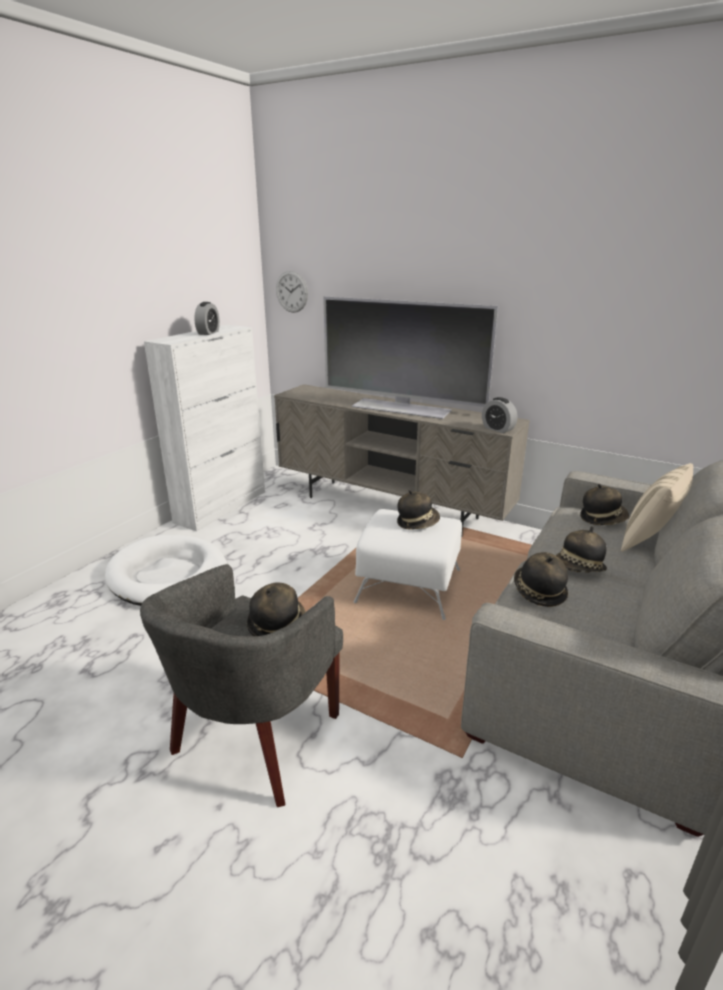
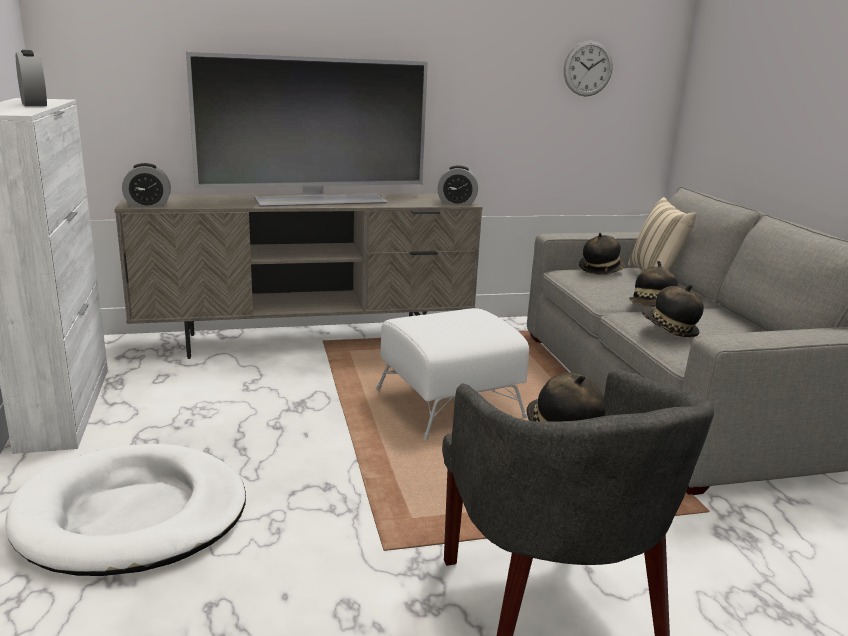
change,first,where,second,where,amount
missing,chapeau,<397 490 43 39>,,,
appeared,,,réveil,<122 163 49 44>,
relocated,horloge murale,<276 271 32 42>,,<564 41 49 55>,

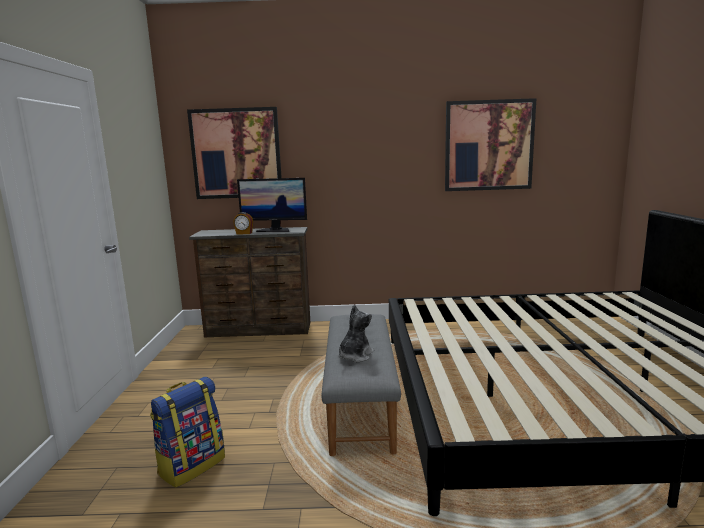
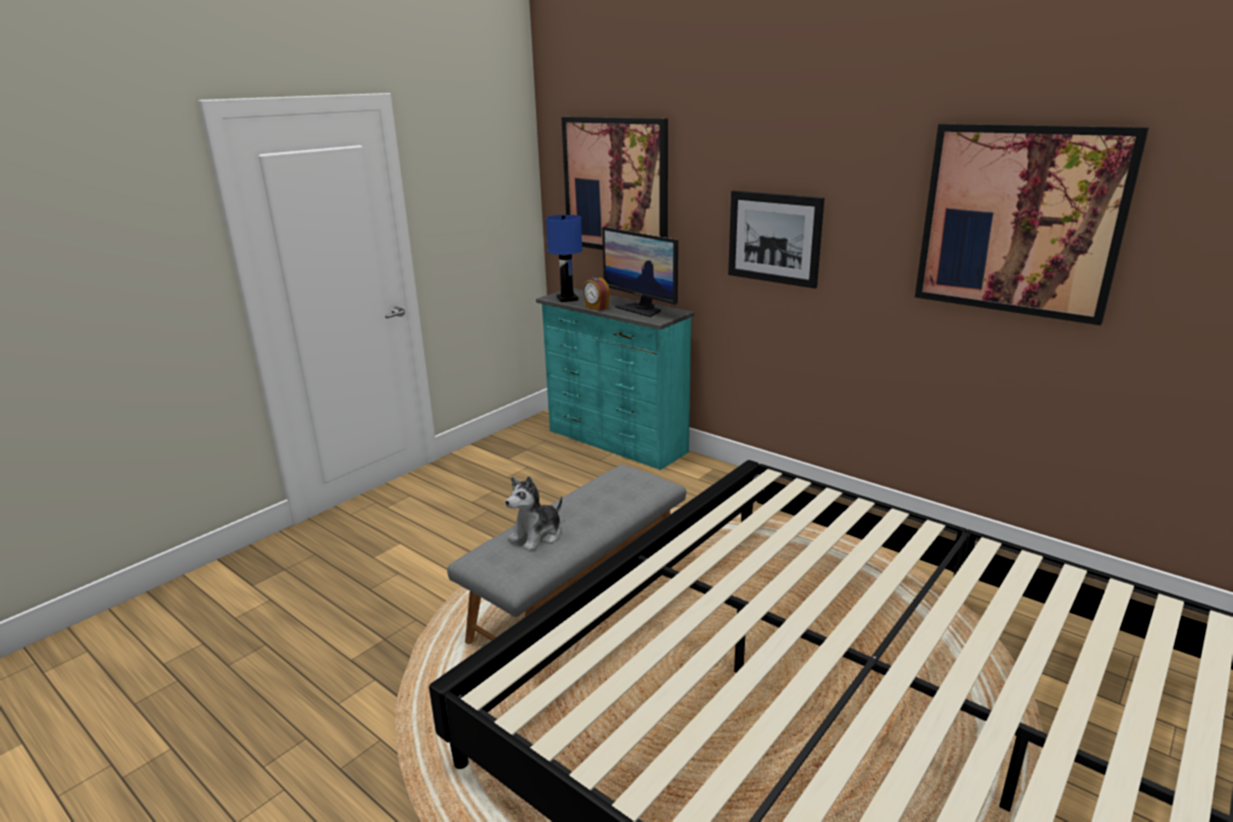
change,first,where,second,where,amount
missing,sac à dos,<150 377 75 111>,,,
appeared,,,lampe de table [bleu],<546 215 36 87>,
appeared,,,tableau,<728 190 96 98>,
colour,commode [marron],<189 227 121 111>,commode [turquoise],<536 288 158 182>,
spun,peluche,<339 305 35 57>,,<505 476 57 75>,150 degrees clockwise

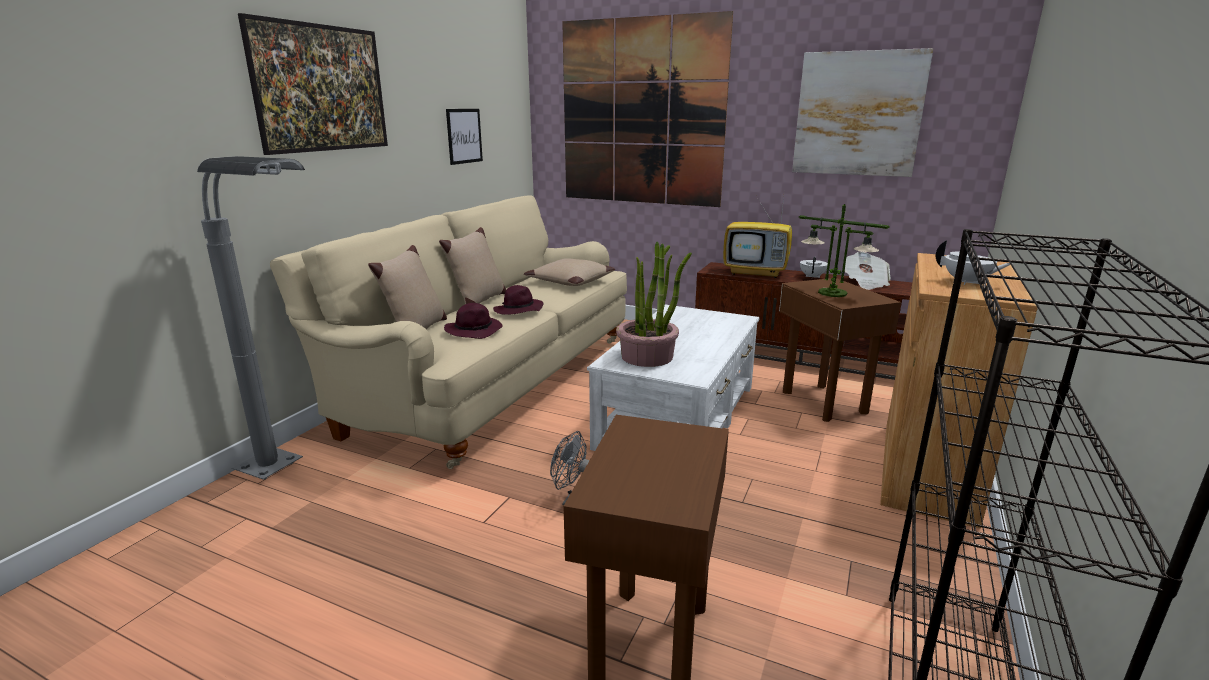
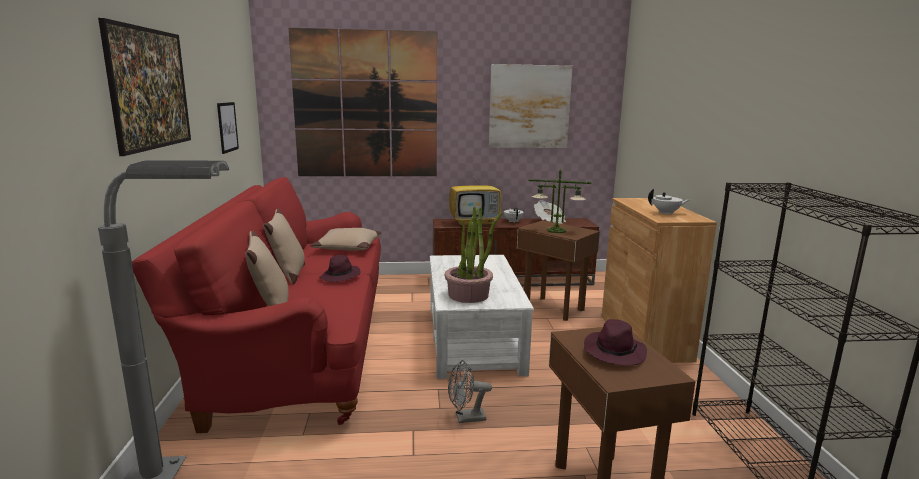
change,first,where,second,where,amount
relocated,chapeau [violet],<444 303 59 36>,,<584 319 63 47>,
colour,canapé [beige],<270 195 357 274>,canapé [rouge],<132 177 249 256>,

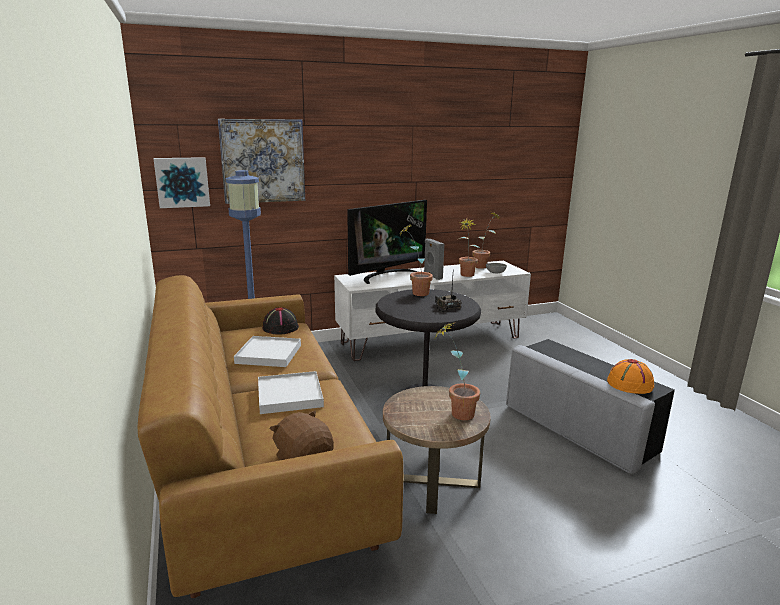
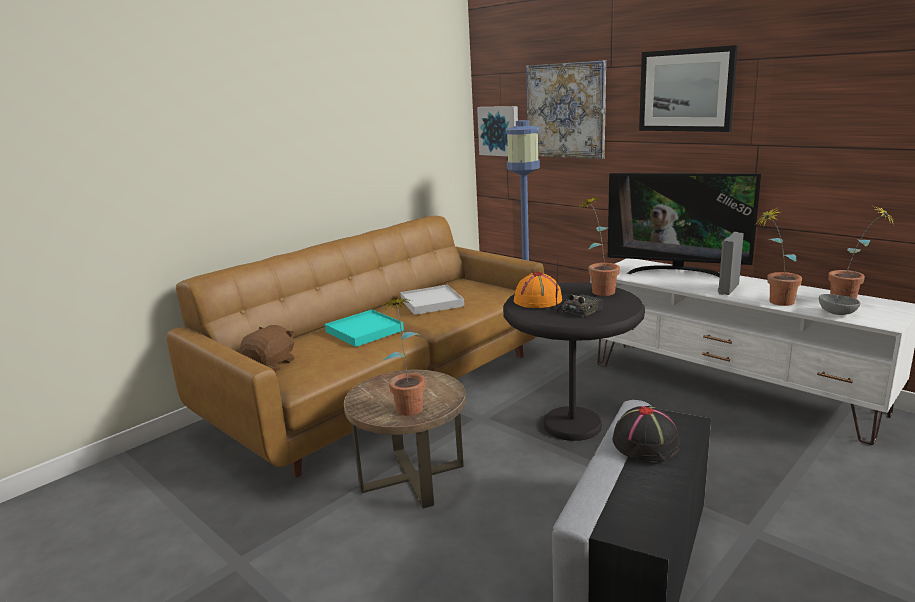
change,first,where,second,where,amount
appeared,,,tableau,<639 45 99 87>,
relocated,chapeau [noir],<263 307 36 28>,,<612 405 69 56>,
relocated,chapeau [orange],<607 359 47 35>,,<514 272 48 36>,
colour,plateau [blanc],<258 371 66 43>,plateau [turquoise],<325 309 79 38>,

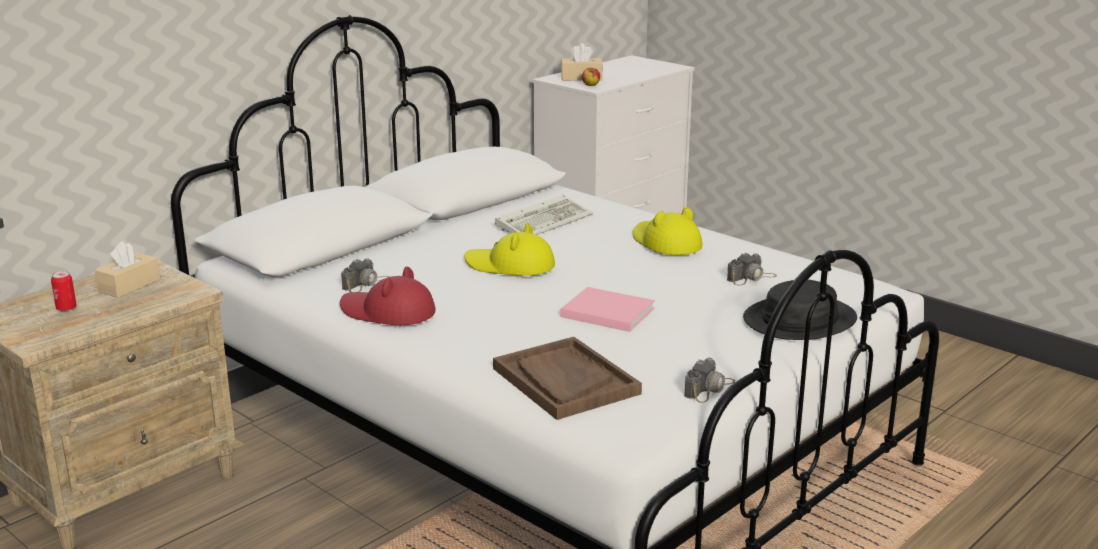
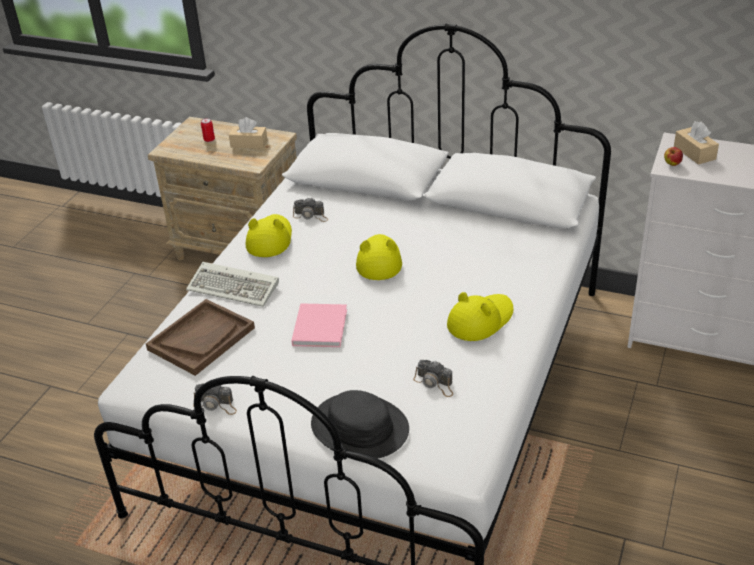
change,first,where,second,where,amount
relocated,clavier,<495 195 98 40>,,<186 262 93 45>,
colour,chapeau [rouge],<340 267 96 58>,chapeau [jaune],<246 214 46 43>,

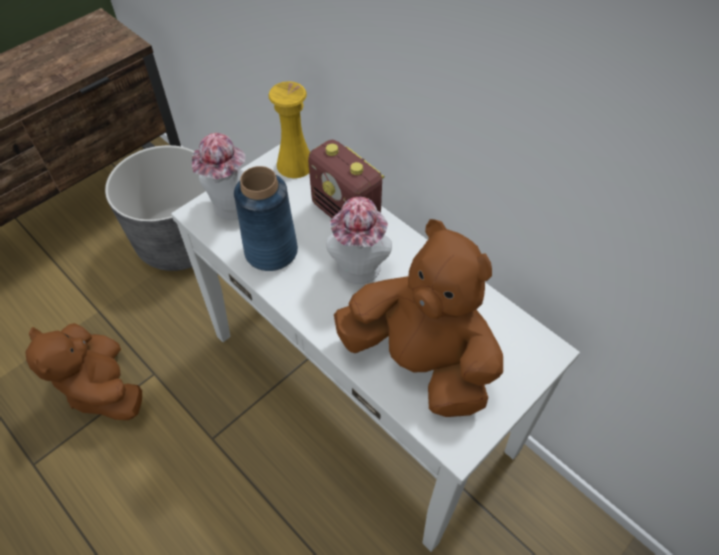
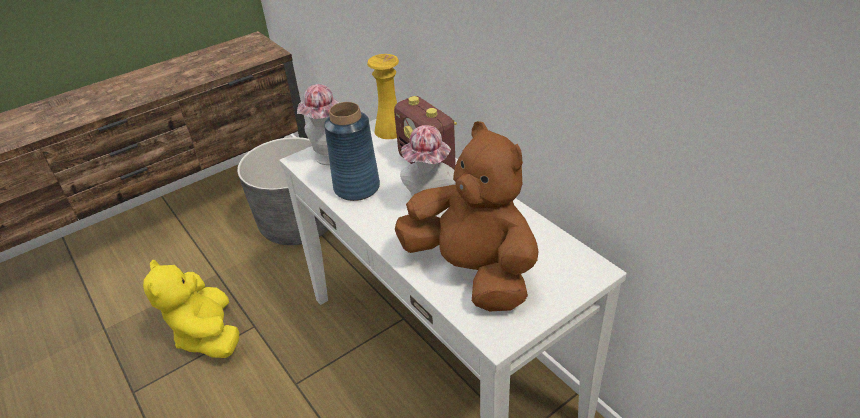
change,first,where,second,where,amount
colour,peluche [marron],<25 323 117 97>,peluche [jaune],<143 260 96 98>,

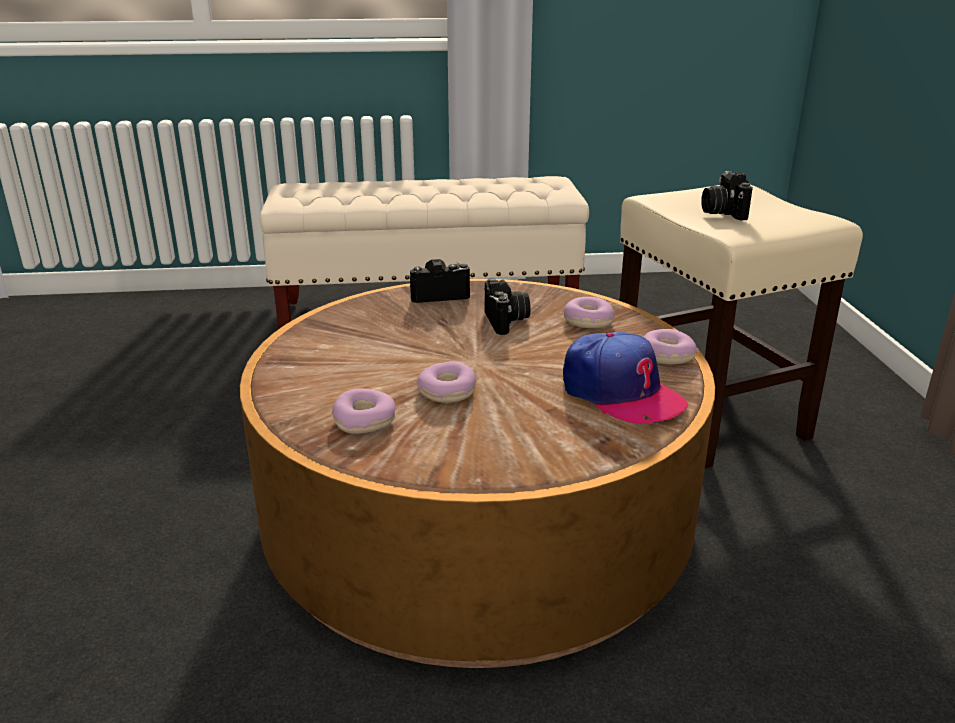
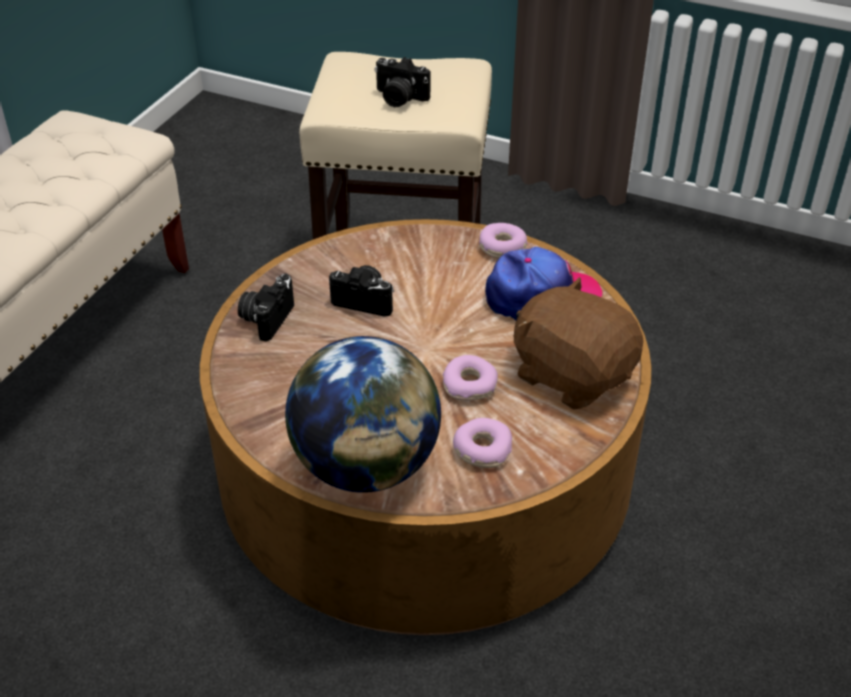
change,first,where,second,where,amount
missing,beignet,<564 297 50 31>,,,
appeared,,,globe,<285 336 156 157>,
appeared,,,peluche [marron],<514 277 129 133>,

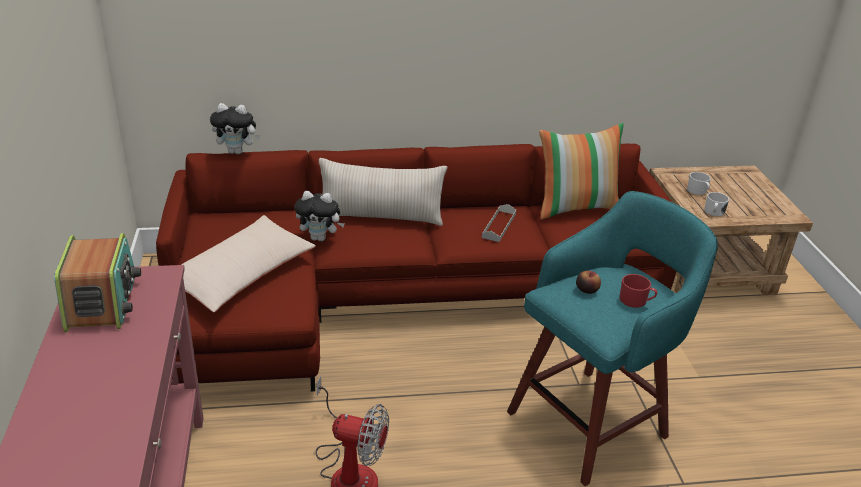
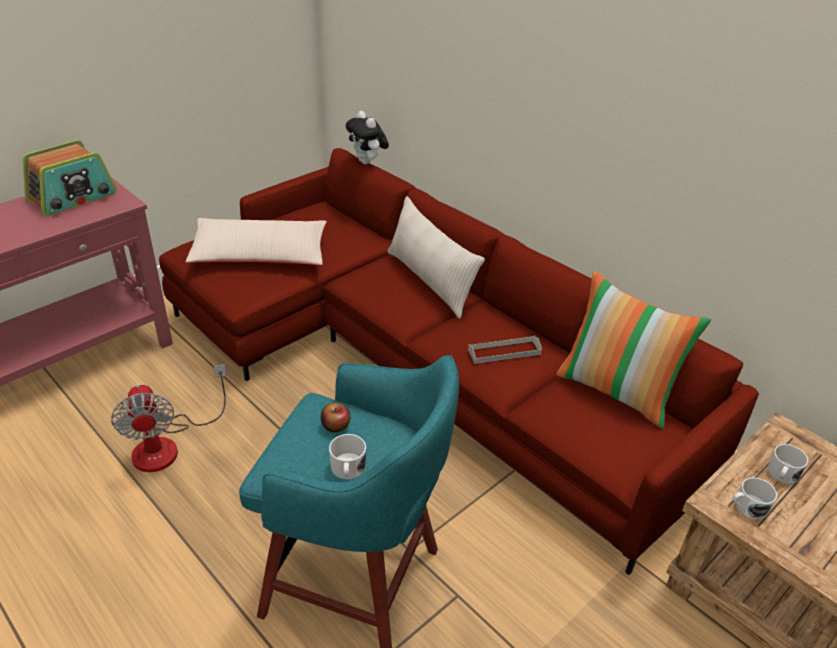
change,first,where,second,where,amount
missing,peluche,<294 191 51 50>,,,
colour,mug [rouge],<619 274 38 34>,mug [blanc],<329 434 37 46>,

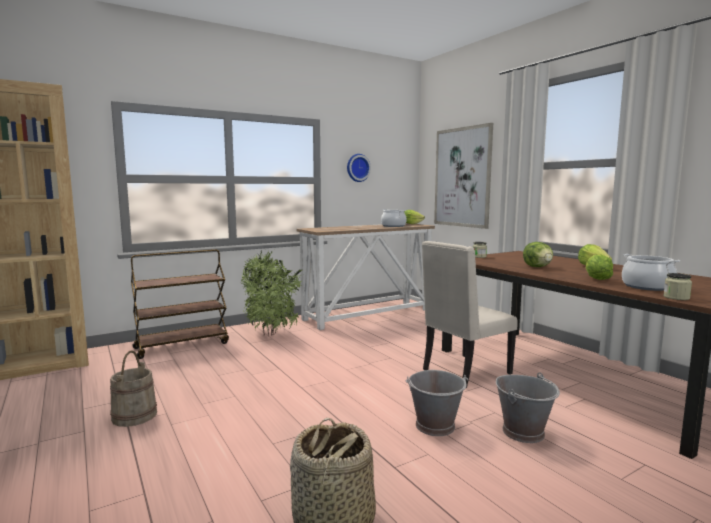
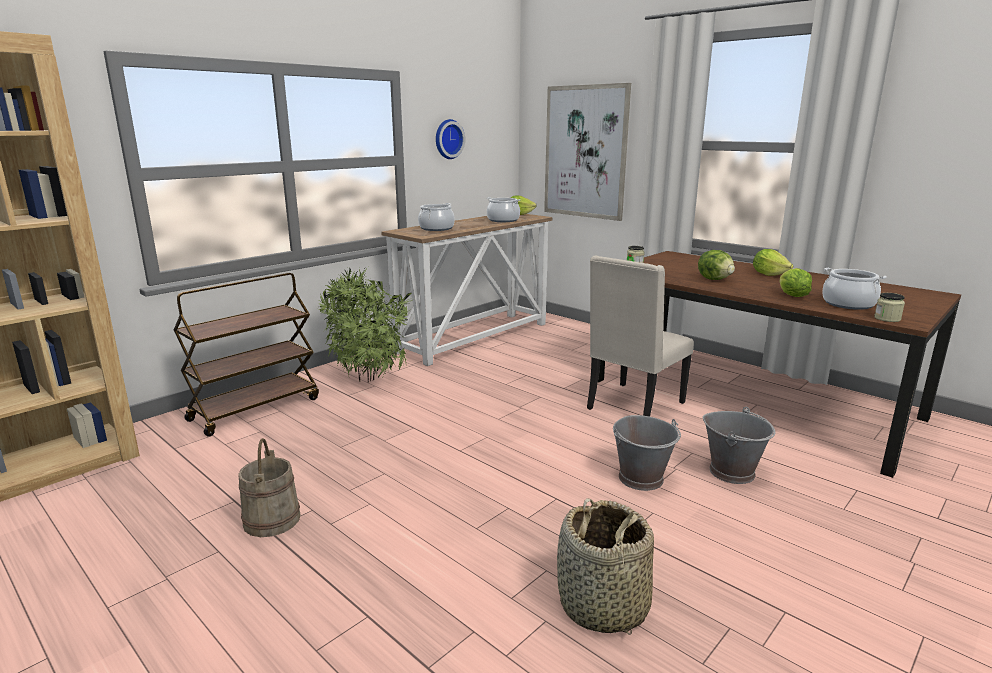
change,first,where,second,where,amount
appeared,,,marmite,<418 203 37 28>,

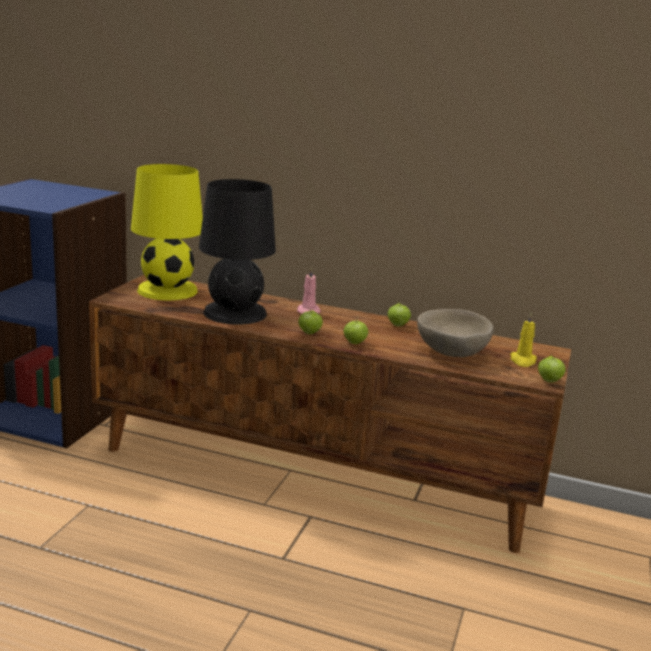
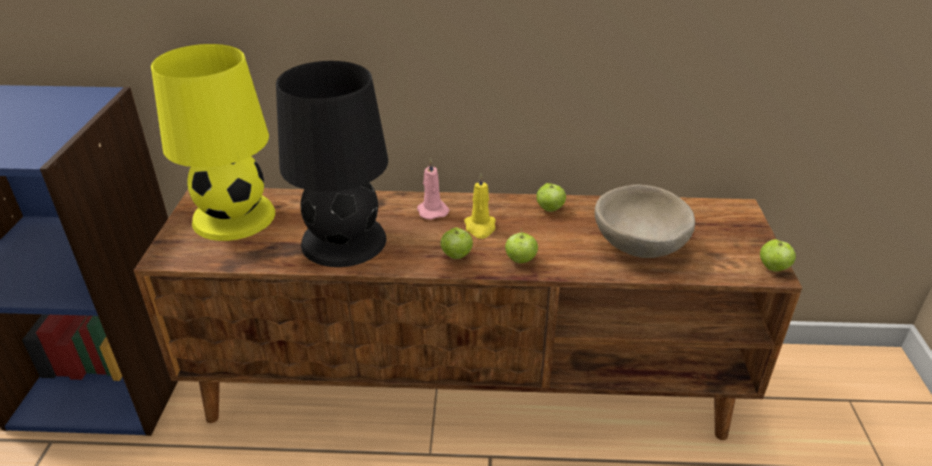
change,first,where,second,where,amount
relocated,bougie [jaune],<510 312 27 55>,,<464 173 32 66>,

